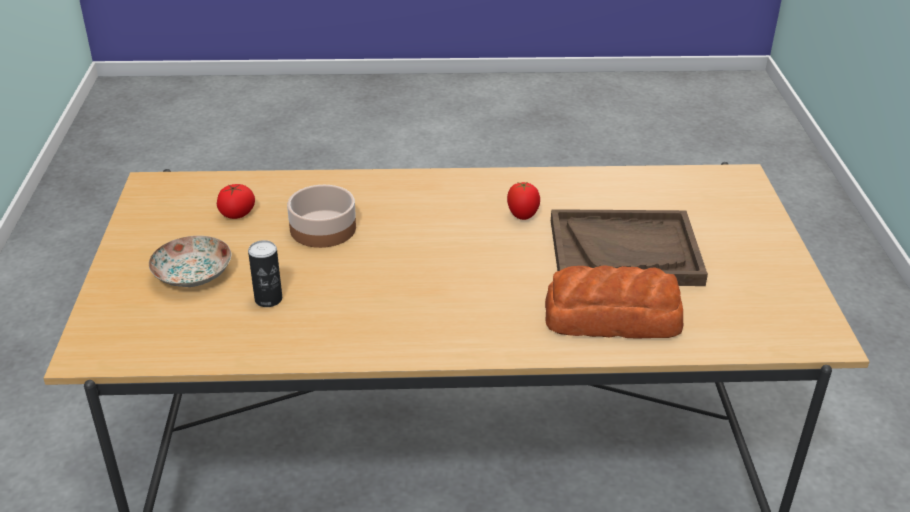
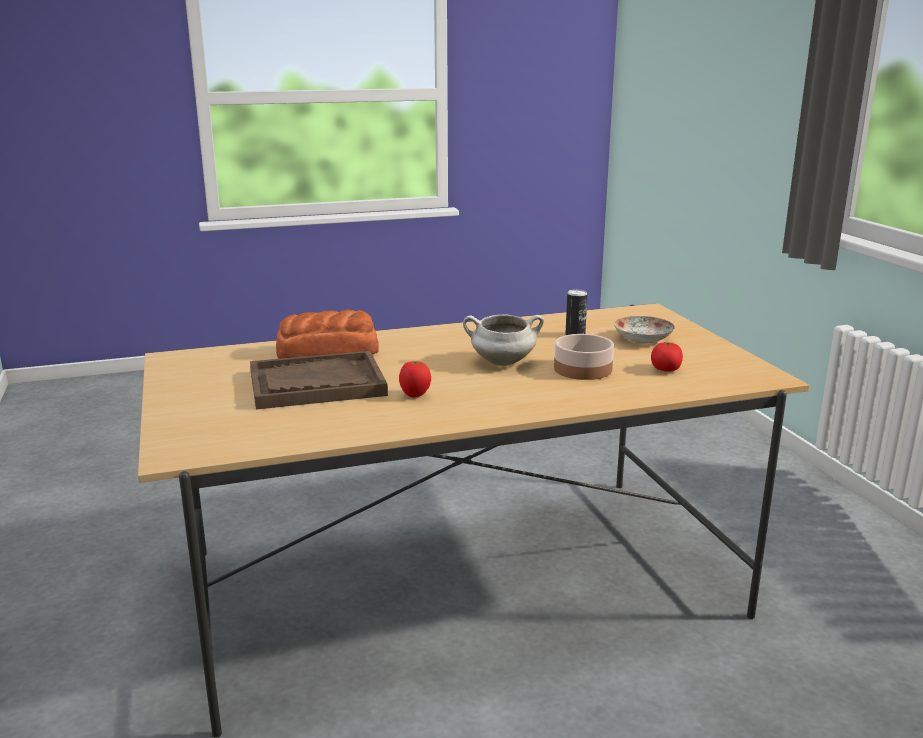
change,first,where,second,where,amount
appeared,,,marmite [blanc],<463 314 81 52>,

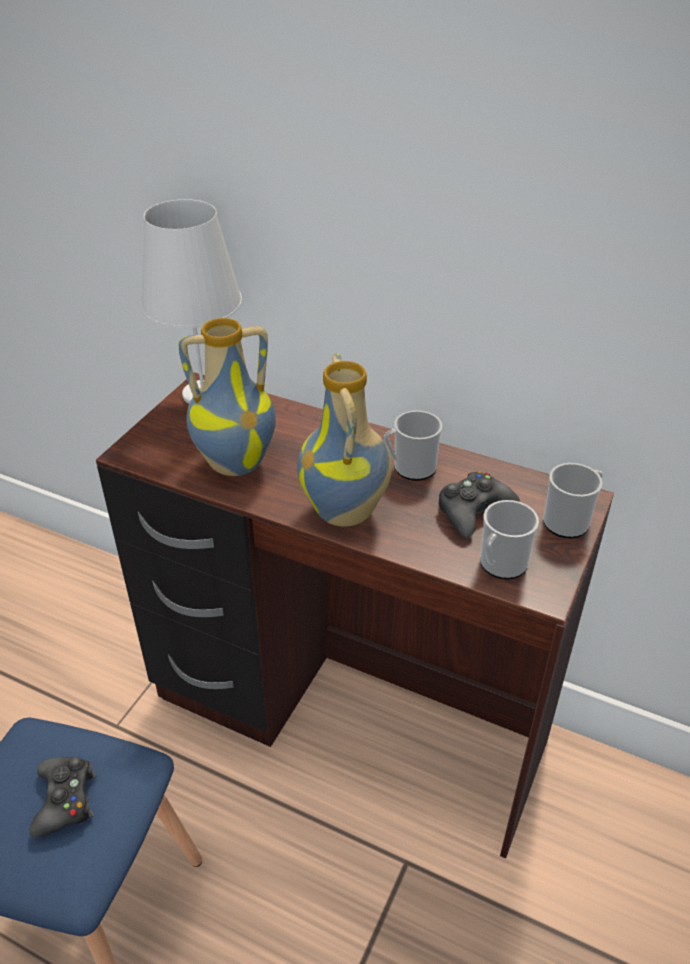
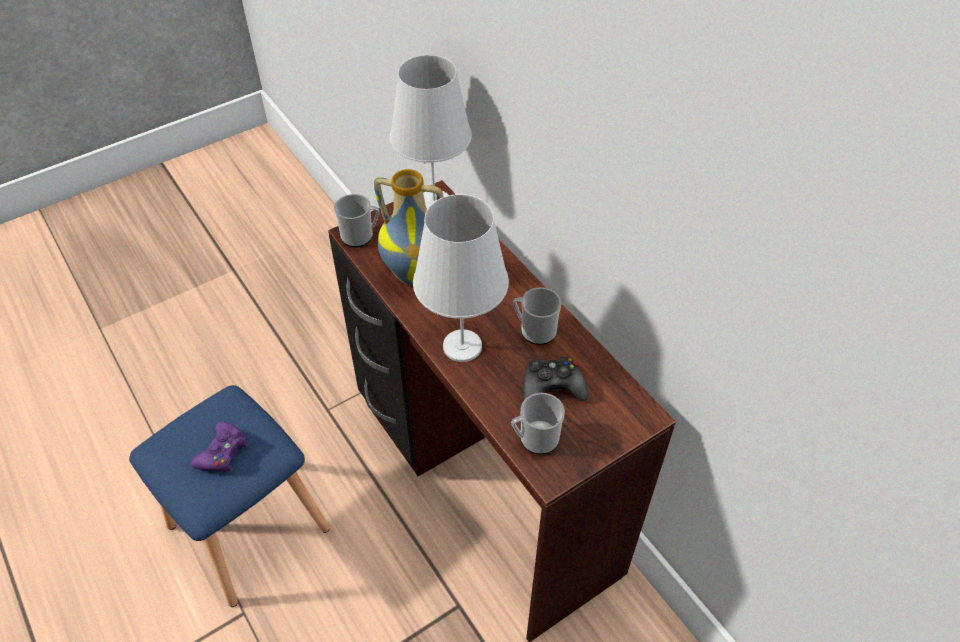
change,first,where,second,where,amount
relocated,mug,<543 463 60 75>,,<334 194 46 53>,
exchanged,vase,<297 353 95 174>,lampe de table [blanc],<413 194 96 168>,
colour,manette [noir],<29 757 67 81>,manette [violet],<191 421 58 52>,

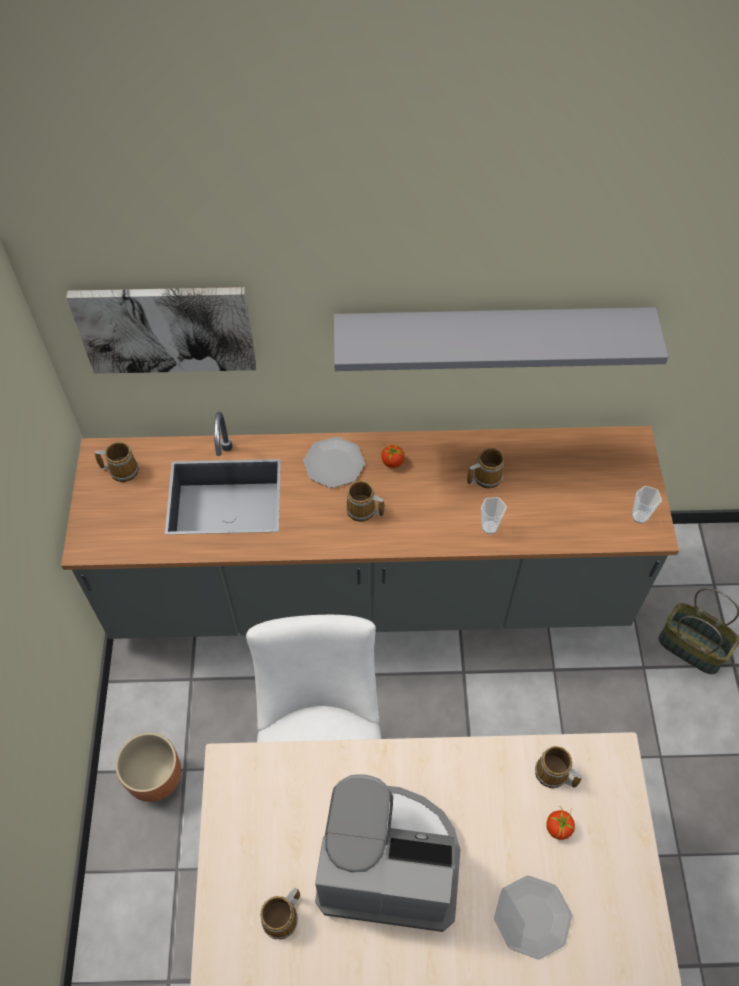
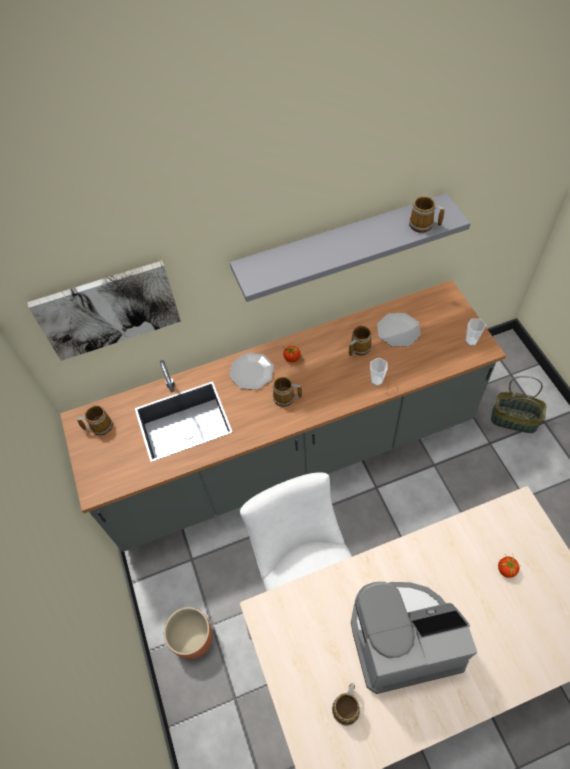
change,first,where,second,where,amount
relocated,assiette,<494 876 78 83>,,<377 313 44 34>,
relocated,mug,<535 746 47 42>,,<409 196 35 37>,

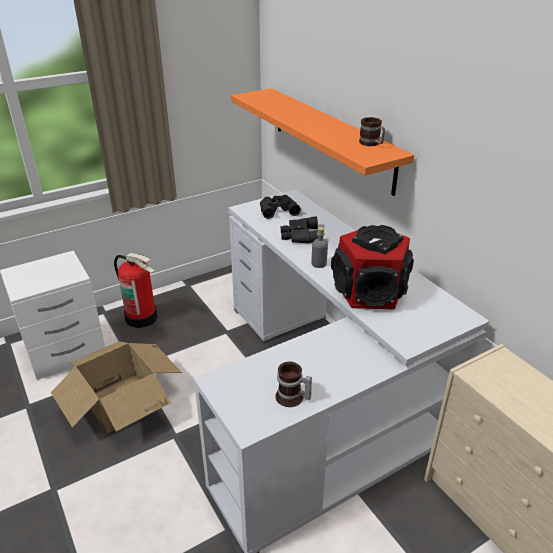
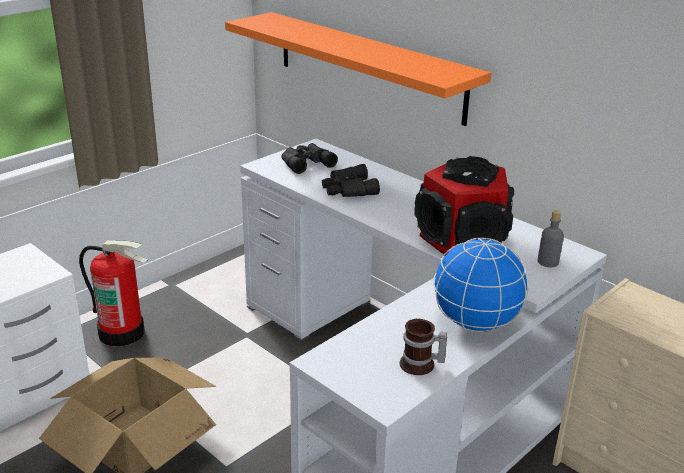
change,first,where,second,where,amount
missing,mug,<359 117 26 29>,,,
appeared,,,globe,<433 238 96 94>,
relocated,bouteille [gris],<311 227 17 41>,,<538 210 26 57>,

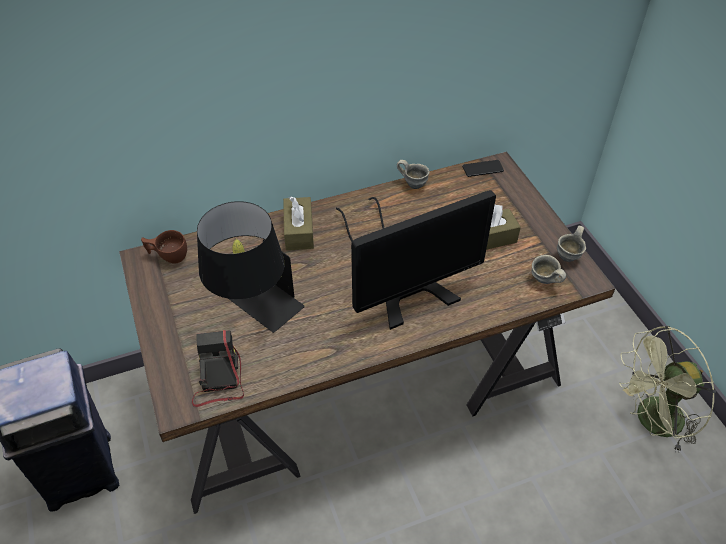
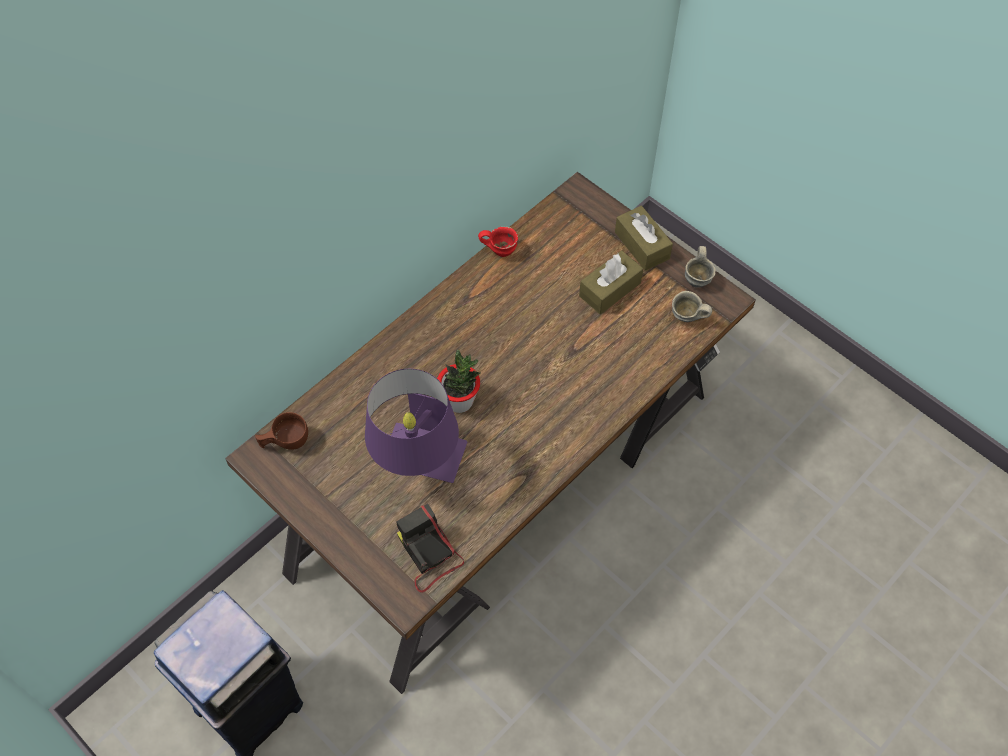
change,first,where,second,where,amount
missing,écran d'ordinateur,<336 190 160 140>,,,
missing,téléphone,<462 160 42 17>,,,
missing,ventilateur [vert],<619 326 97 127>,,,
appeared,,,plante en pot,<437 349 43 64>,
relocated,boîte à mouchoirs [marron],<283 196 31 54>,,<615 206 58 65>,
colour,lampe de table [noir],<197 201 108 132>,lampe de table [violet],<365 369 102 114>,
colour,mug [gris],<397 160 33 29>,mug [rouge],<478 227 40 30>,

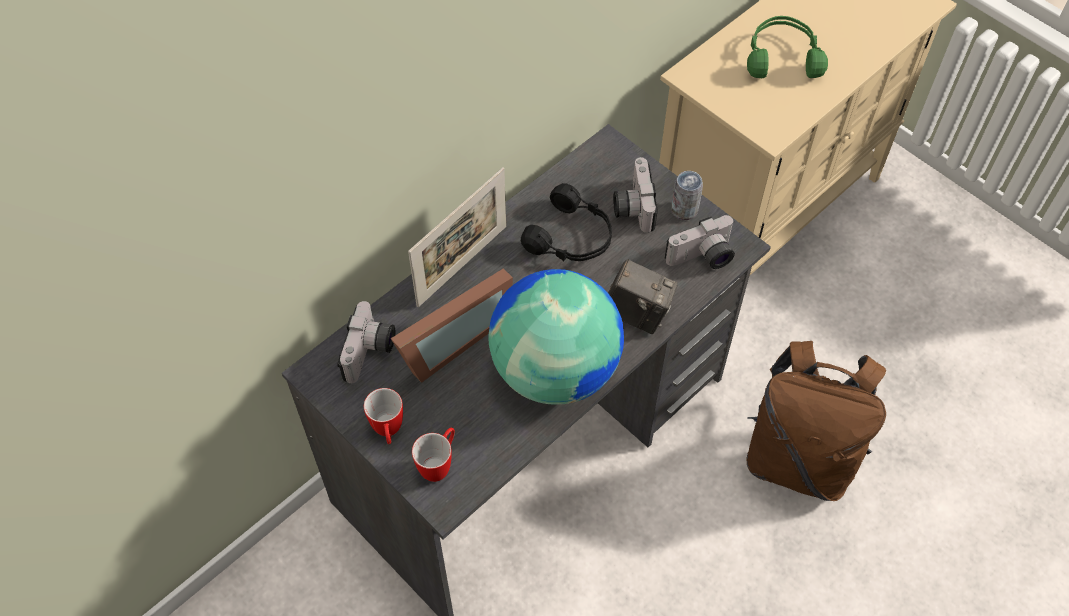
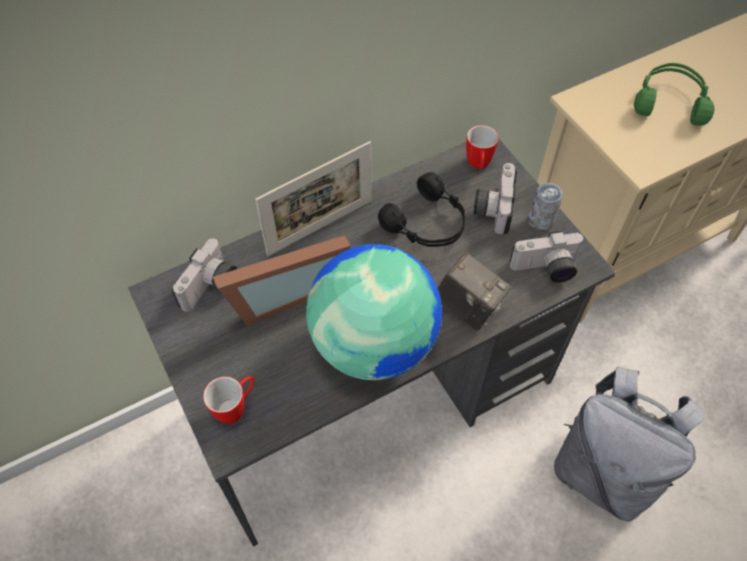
change,first,where,second,where,amount
relocated,mug,<364 388 39 56>,,<466 125 33 45>,
colour,sac à dos [marron],<746 341 140 160>,sac à dos [gris],<554 367 151 154>,

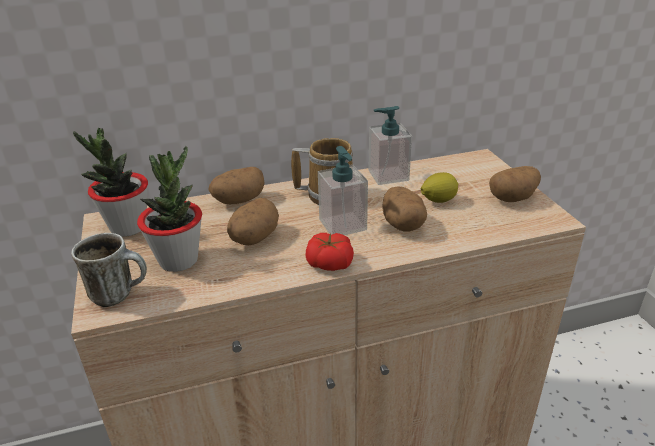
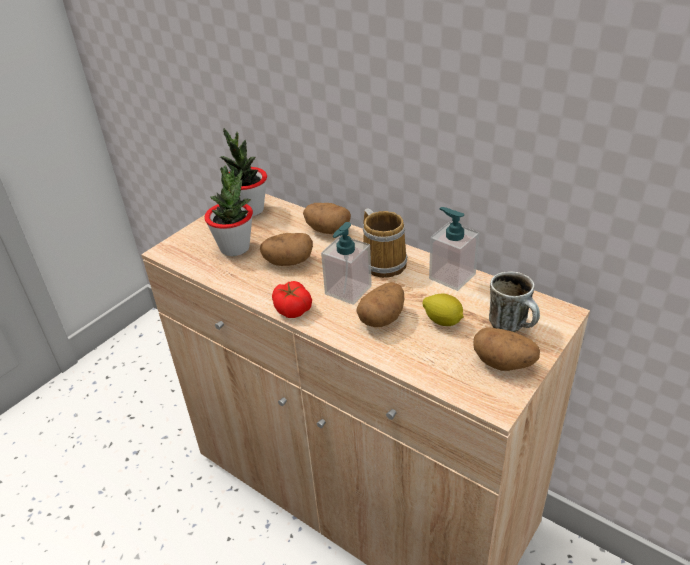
change,first,where,second,where,amount
relocated,mug,<71 233 76 74>,,<489 271 51 61>,

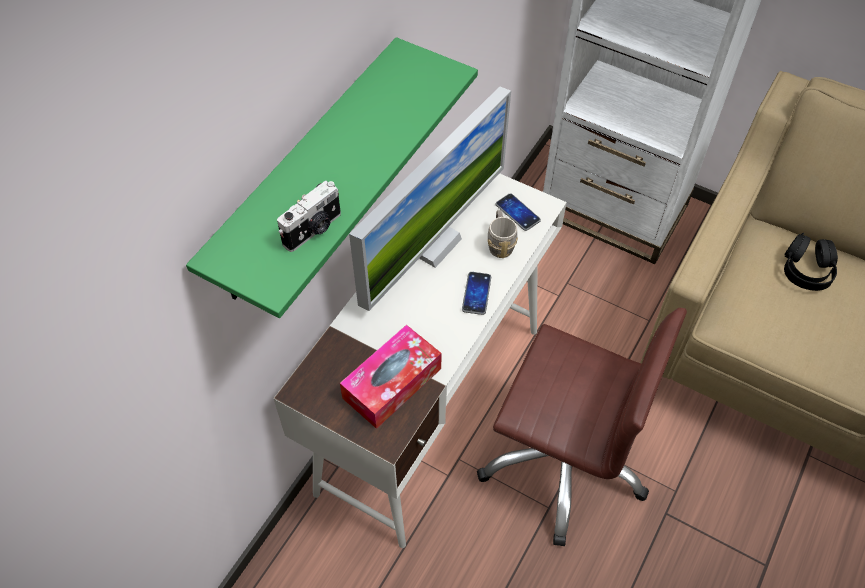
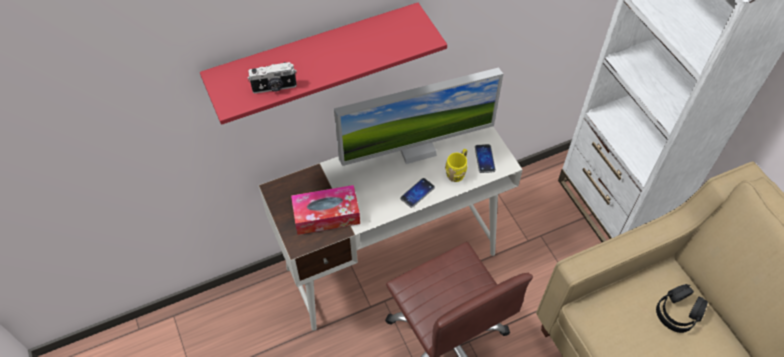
change,first,where,second,where,amount
colour,étagère [vert],<186 37 292 281>,étagère [rouge],<200 3 247 122>,
colour,mug [gris],<487 210 31 48>,mug [jaune],<445 149 22 33>,

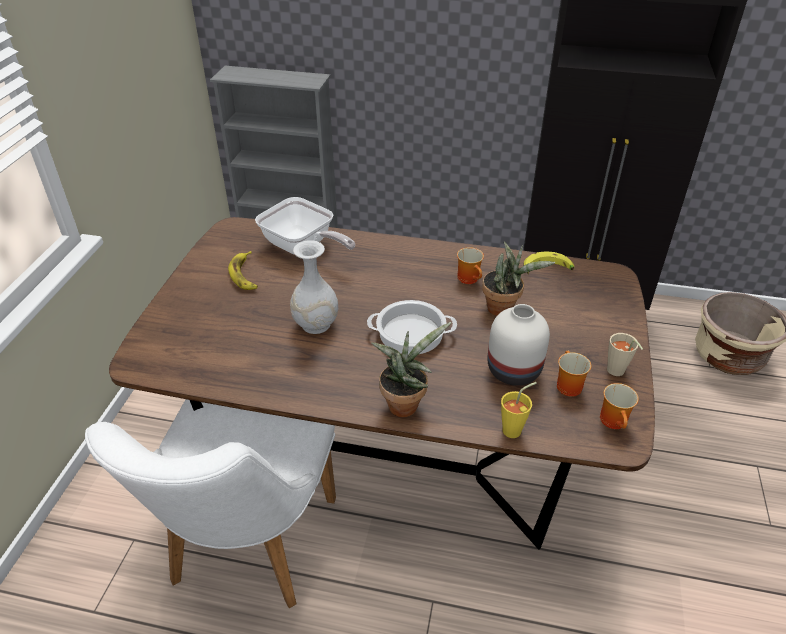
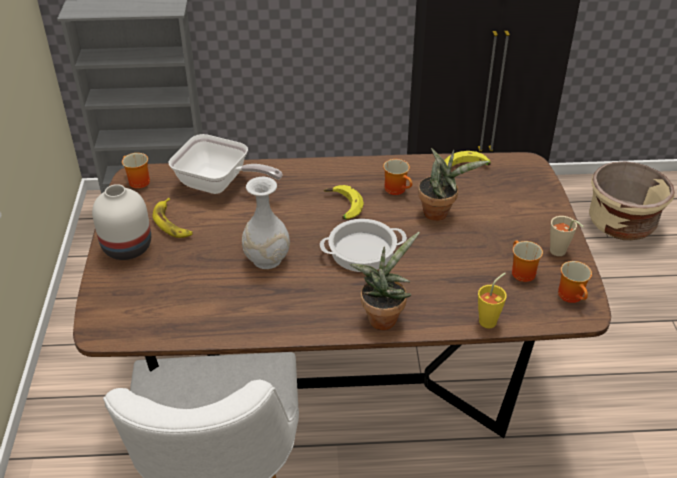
change,first,where,second,where,amount
appeared,,,mug,<122 153 28 36>,
appeared,,,banane,<324 185 40 34>,
relocated,vase [blanc],<487 304 63 82>,,<92 184 59 76>,

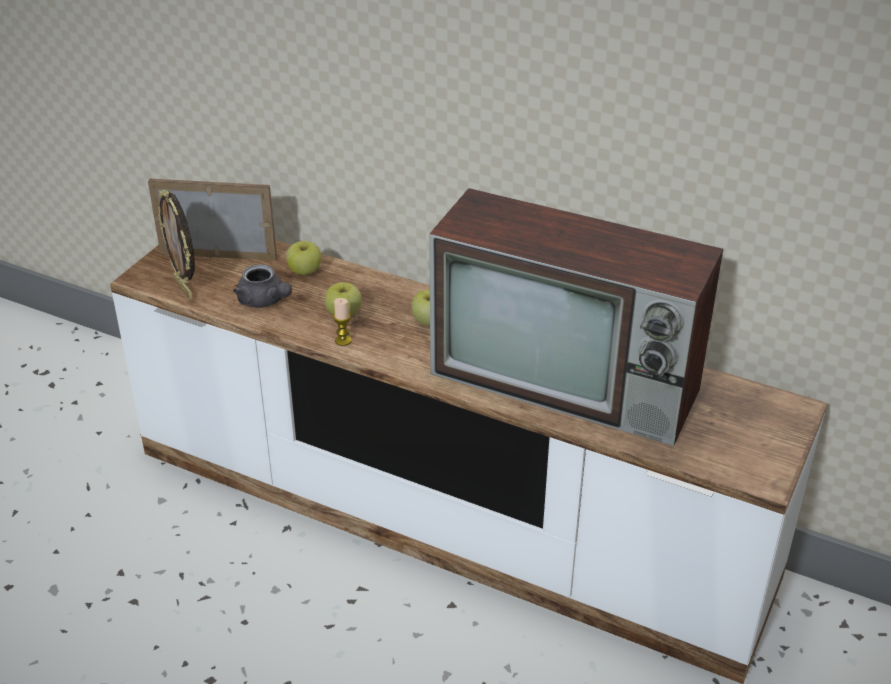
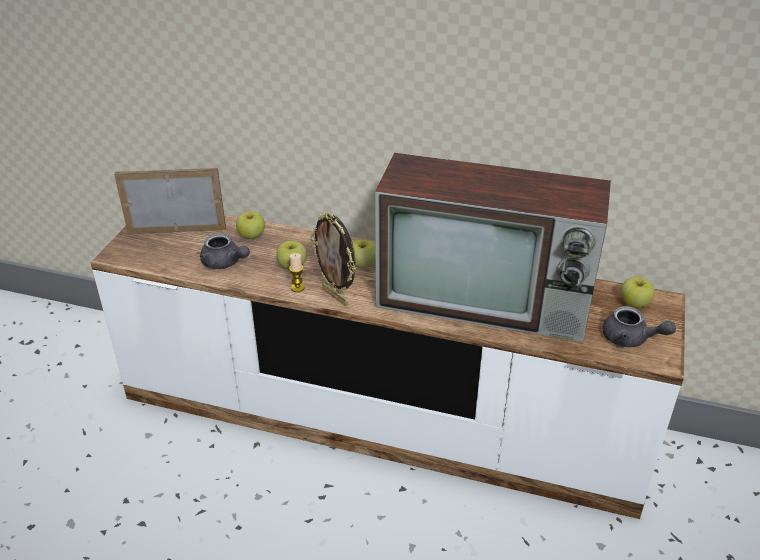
change,first,where,second,where,amount
appeared,,,théière [gris],<603 306 73 41>,
appeared,,,pomme,<621 277 33 31>,
relocated,cadre photo,<158 190 37 109>,,<310 212 46 94>,

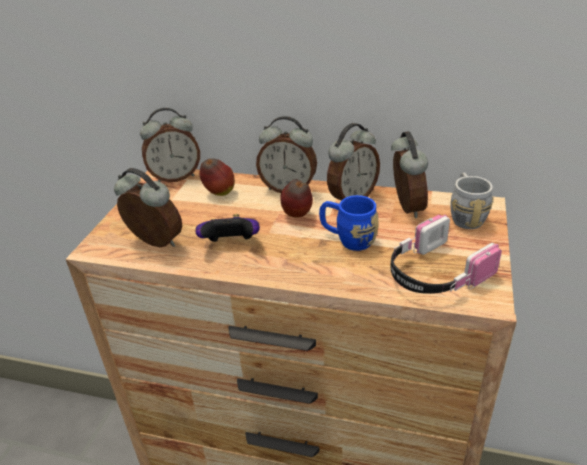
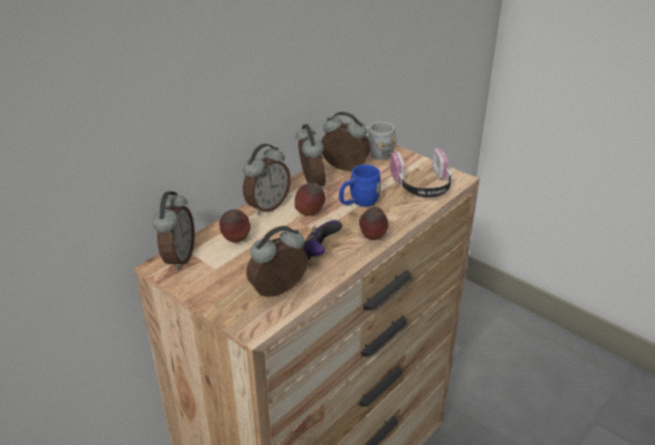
change,first,where,second,where,amount
appeared,,,pomme,<359 207 29 33>,

